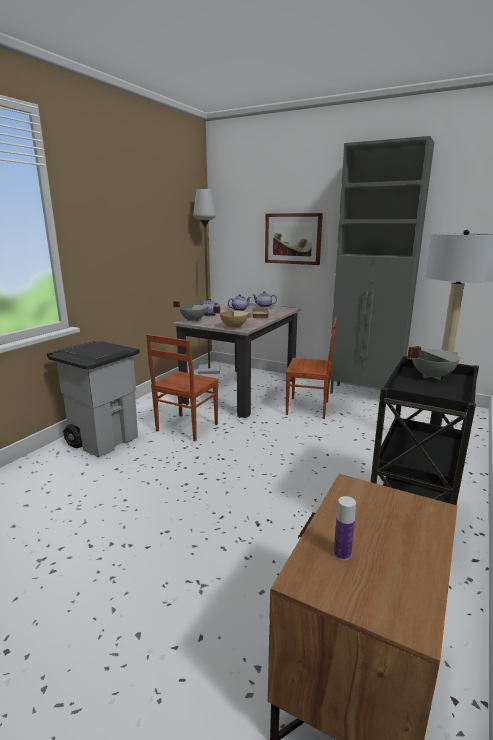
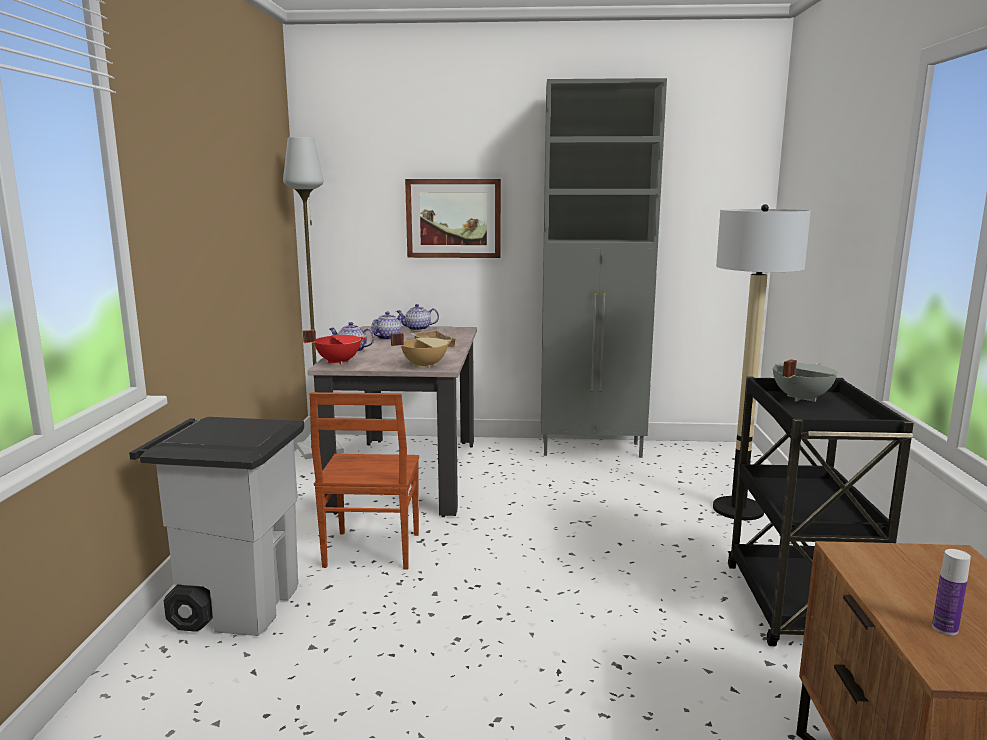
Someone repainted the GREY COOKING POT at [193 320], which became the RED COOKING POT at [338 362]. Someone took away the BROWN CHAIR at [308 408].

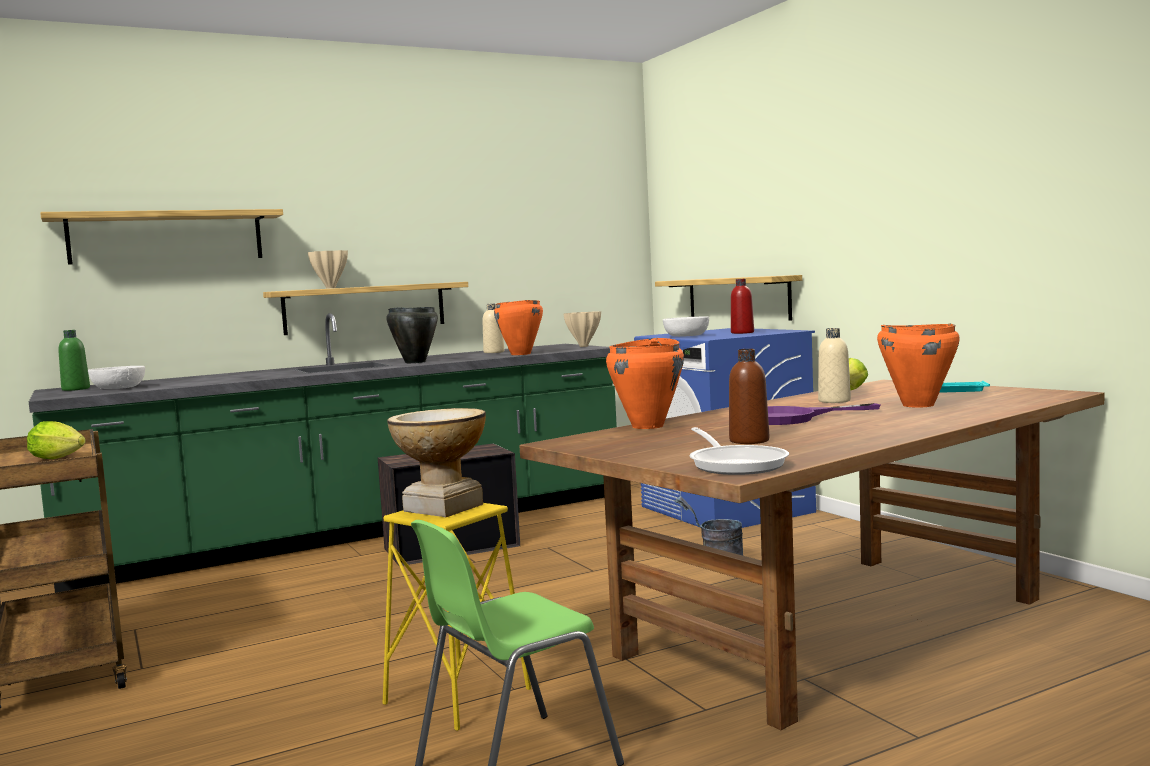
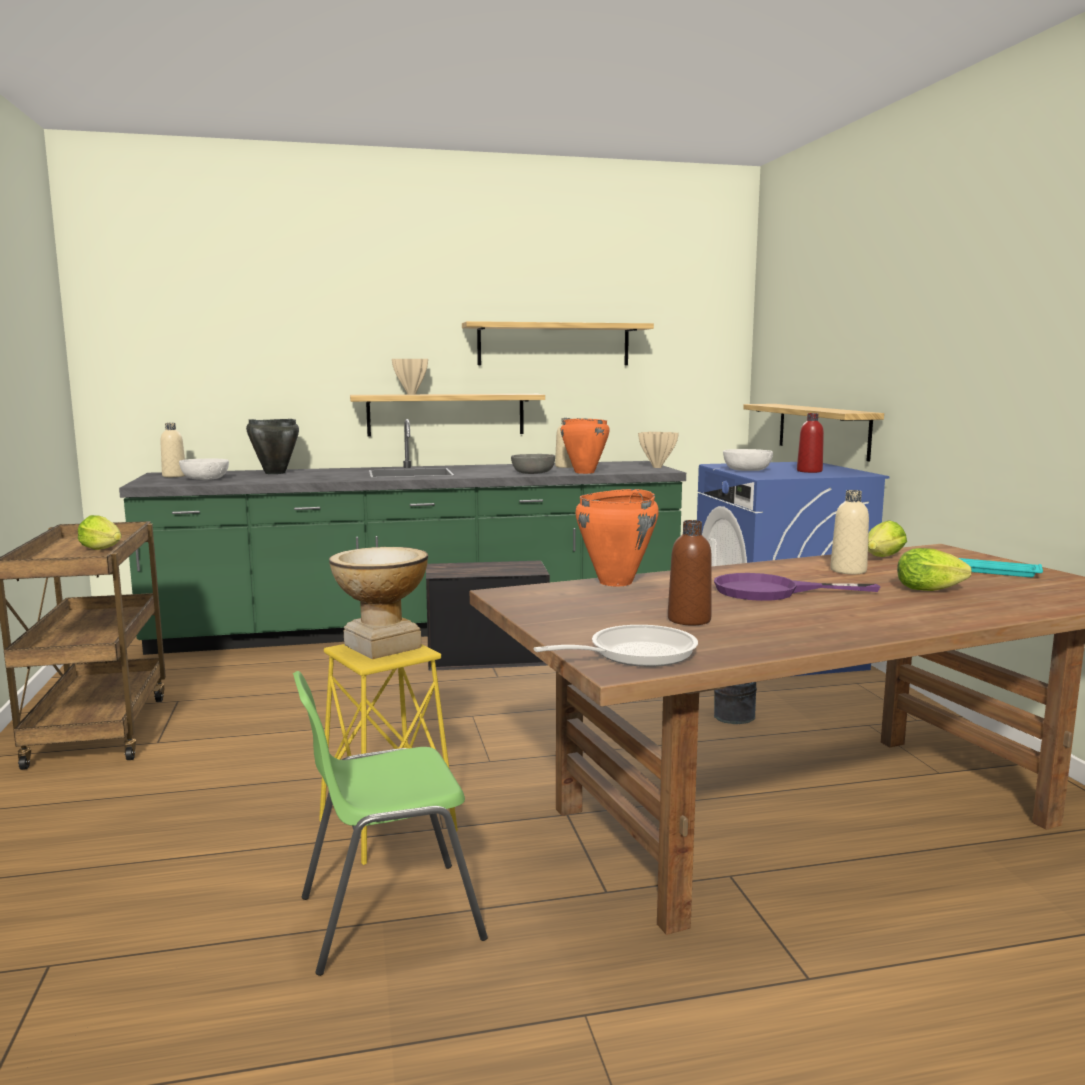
Someone carried the SHELF from [167 237] to [554 344]. Someone carried the BLACK COOKING POT from [414 362] to [274 473]. Someone swapped the ORANGE COOKING POT at [917 405] for the LETTUCE at [932 590]. Someone repainted the GREEN BOTTLE at [76 389], which became the BEIGE BOTTLE at [174 476]. Someone rotated the FRYING PAN at [735 464] by 120 degrees counterclockwise. Someone put down the GREY BOWL at [532 473].

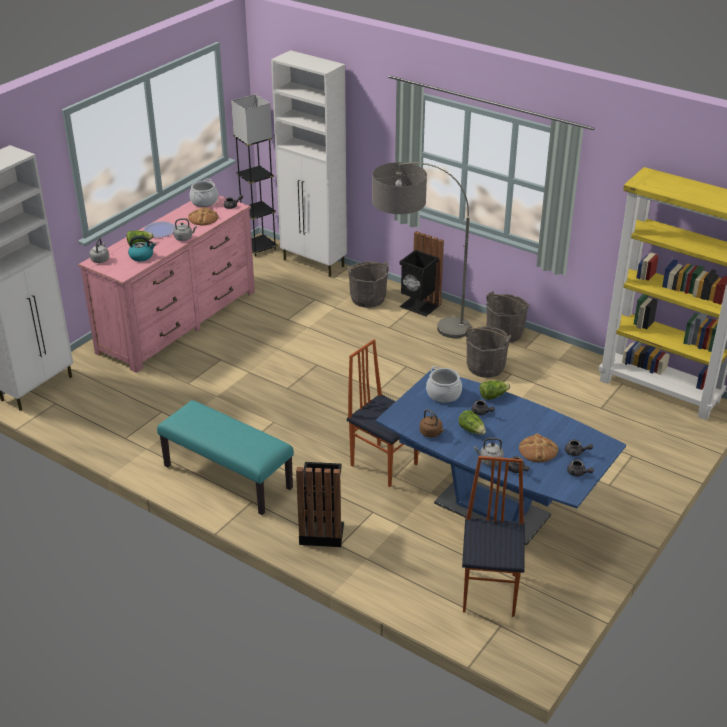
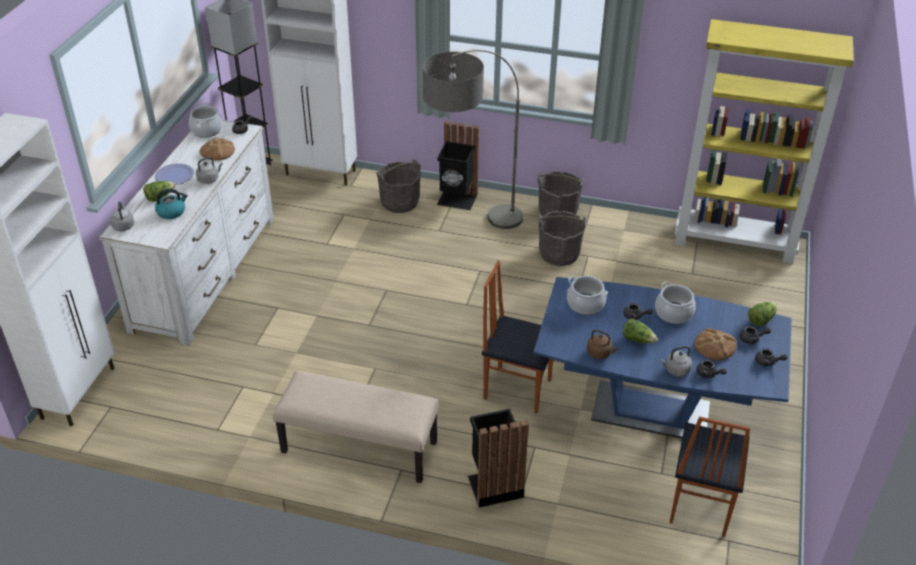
Someone repainted the PINK DRESSER at [178 321], which became the WHITE DRESSER at [205 272]. Someone carried the LETTUCE from [493 395] to [761 319]. Someone repainted the TURQUOISE BENCH at [227 477], which became the BEIGE BENCH at [358 448]. Someone rotated the CHAIR at [490 592] by 150 degrees counterclockwise. Someone put down the COOKING POT at [673 313].

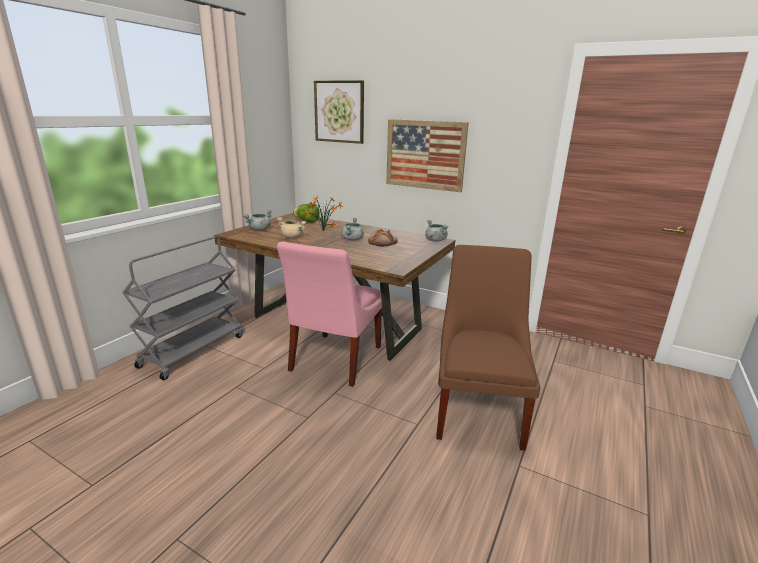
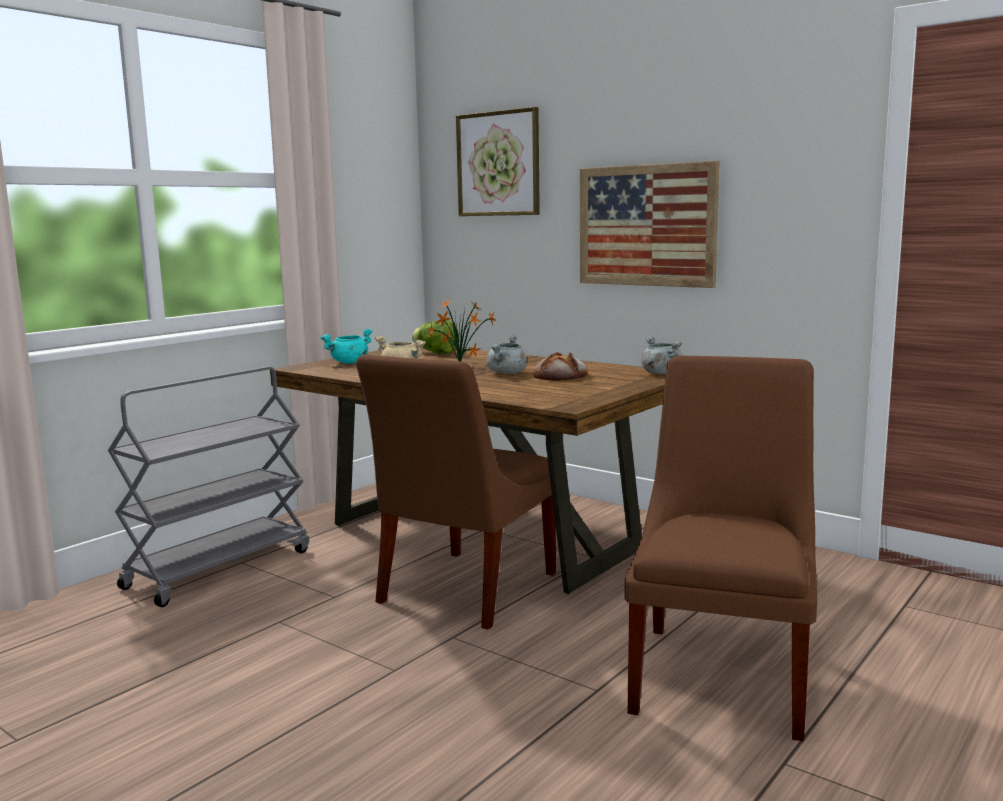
Someone repainted the GREY COOKING POT at [260 229], which became the TURQUOISE COOKING POT at [349 363]. Someone repainted the PINK CHAIR at [334 360], which became the BROWN CHAIR at [463 590].

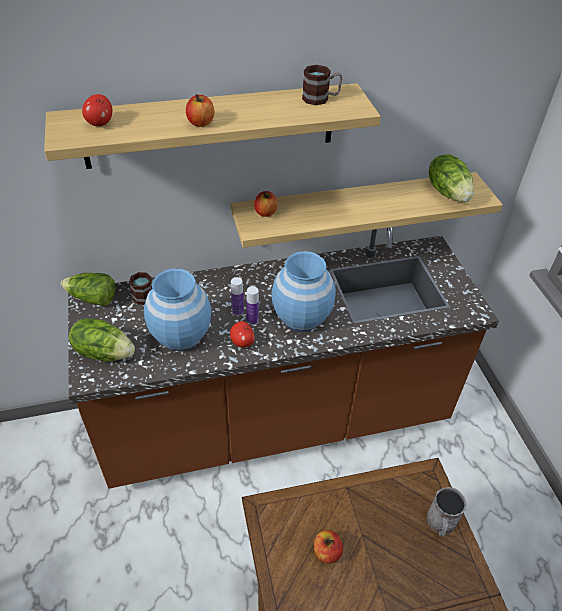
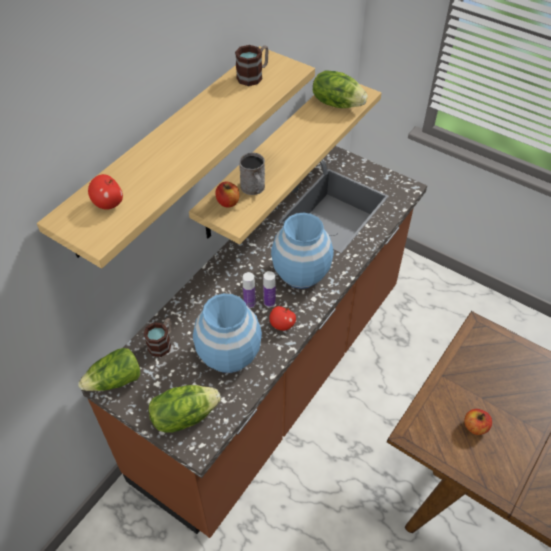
Someone took away the APPLE at [201 123]. Someone carried the GREY MUG from [441 524] to [254 189].

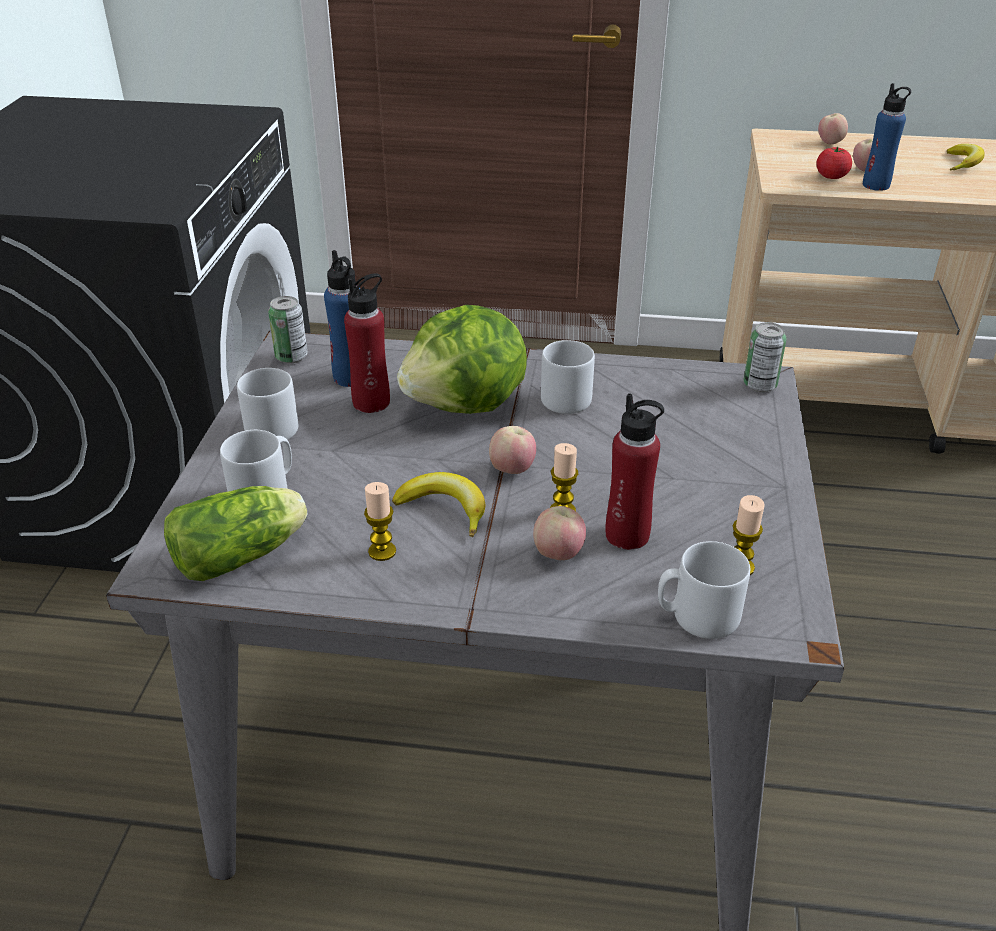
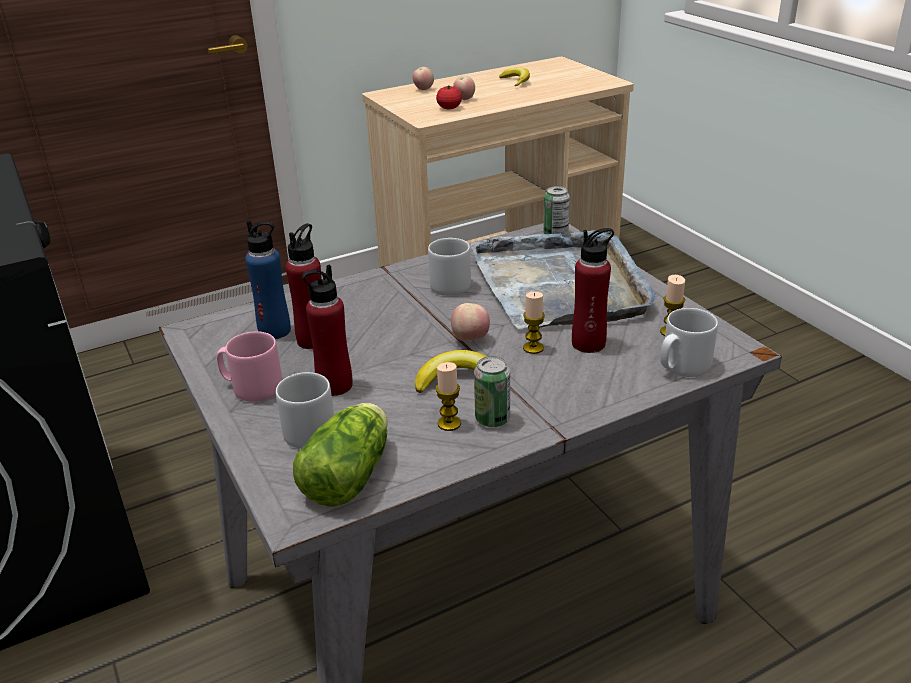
Someone took away the BLUE BOTTLE at [876 185]. Someone carried the CAN from [291 357] to [492 419]. Someone took away the LETTUCE at [467 406]. Someone repainted the GREY MUG at [268 427], which became the PINK MUG at [252 388]. Someone took away the APPLE at [558 554]. Someone put down the GREY TRAY at [561 284]. Someone put down the RED BOTTLE at [334 385].

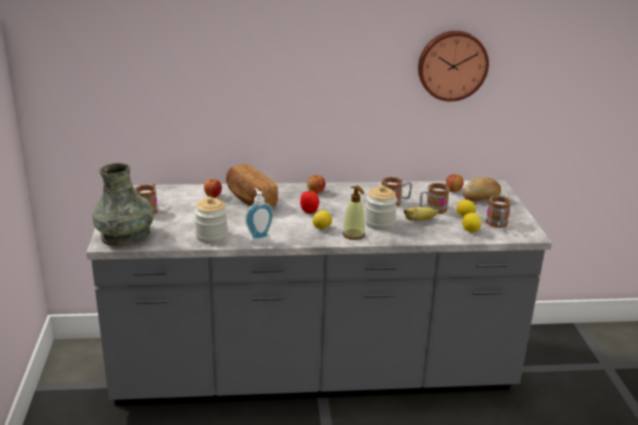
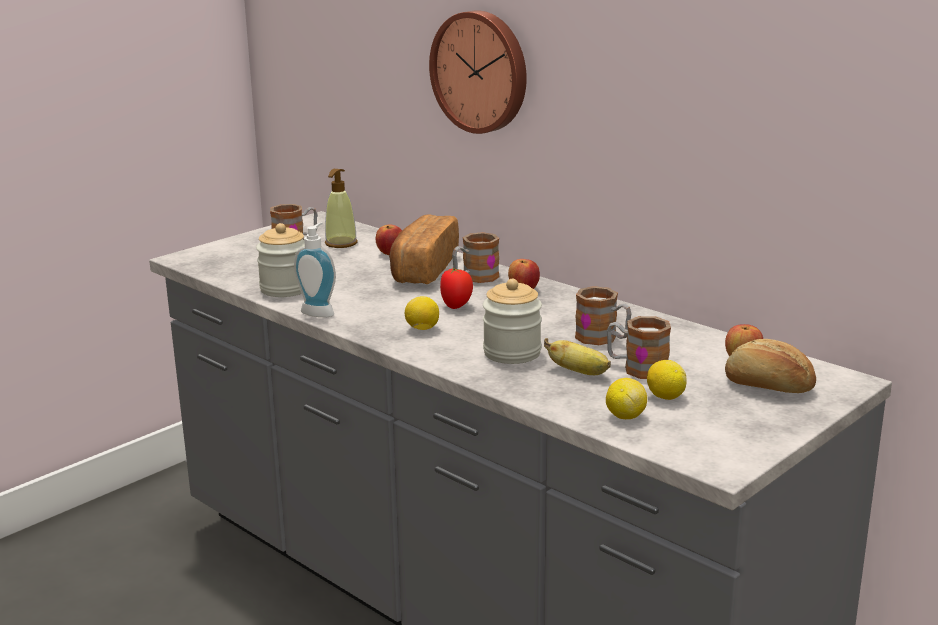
Someone carried the WALL CLOCK from [452 65] to [481 71]. Someone took away the GREY VASE at [125 235]. Someone carried the SOAP DISPENSER from [353 235] to [341 243]. Someone carried the MUG from [497 225] to [474 278].

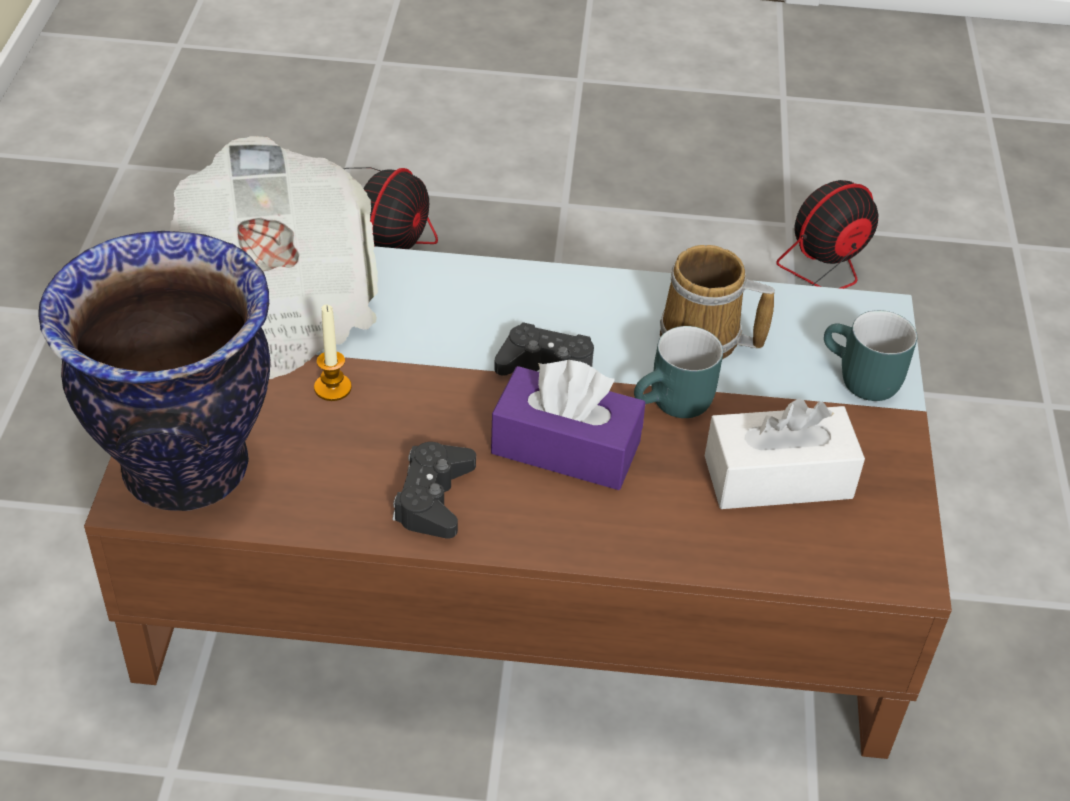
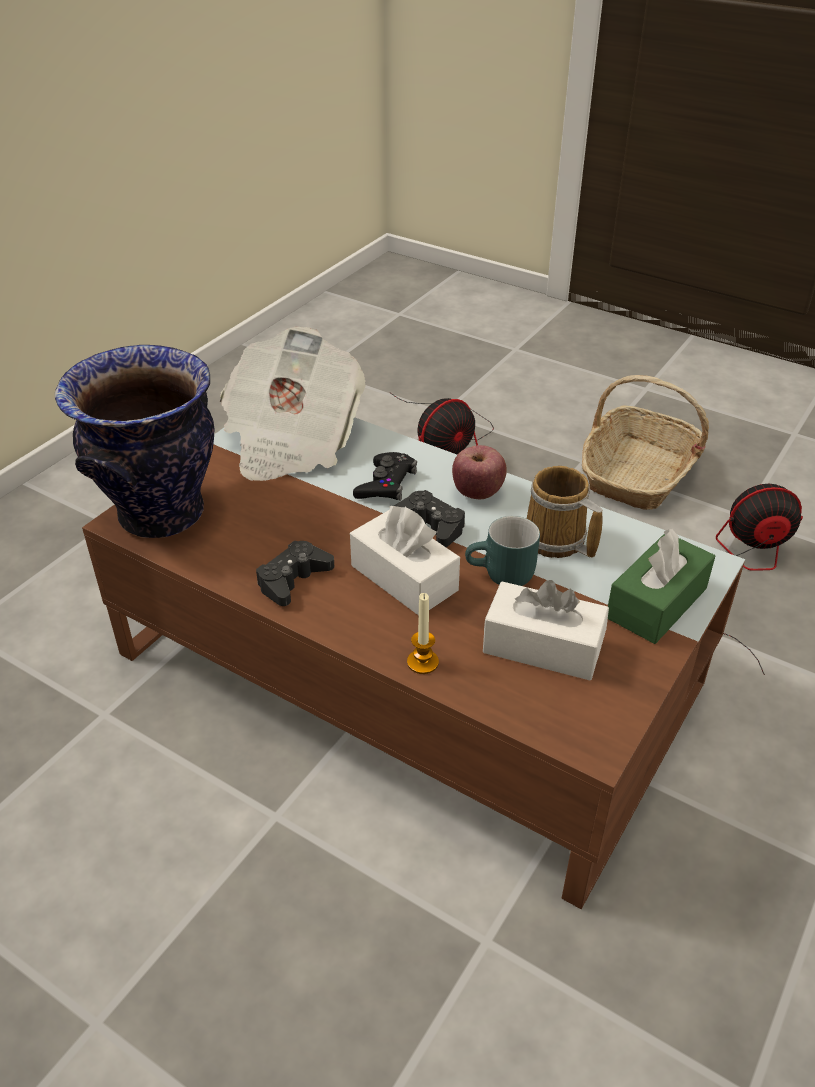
Someone carried the CANDLE from [332 388] to [422 662]. Someone swapped the TURQUOISE MUG at [859 380] for the GREEN TISSUE BOX at [656 603]. Someone repainted the PURPLE TISSUE BOX at [565 447], which became the WHITE TISSUE BOX at [404 578]. Someone put down the BASKET at [638 474]. Someone put down the APPLE at [478 493]. Someone put down the BLACK GAME CONTROLLER at [386 484].

